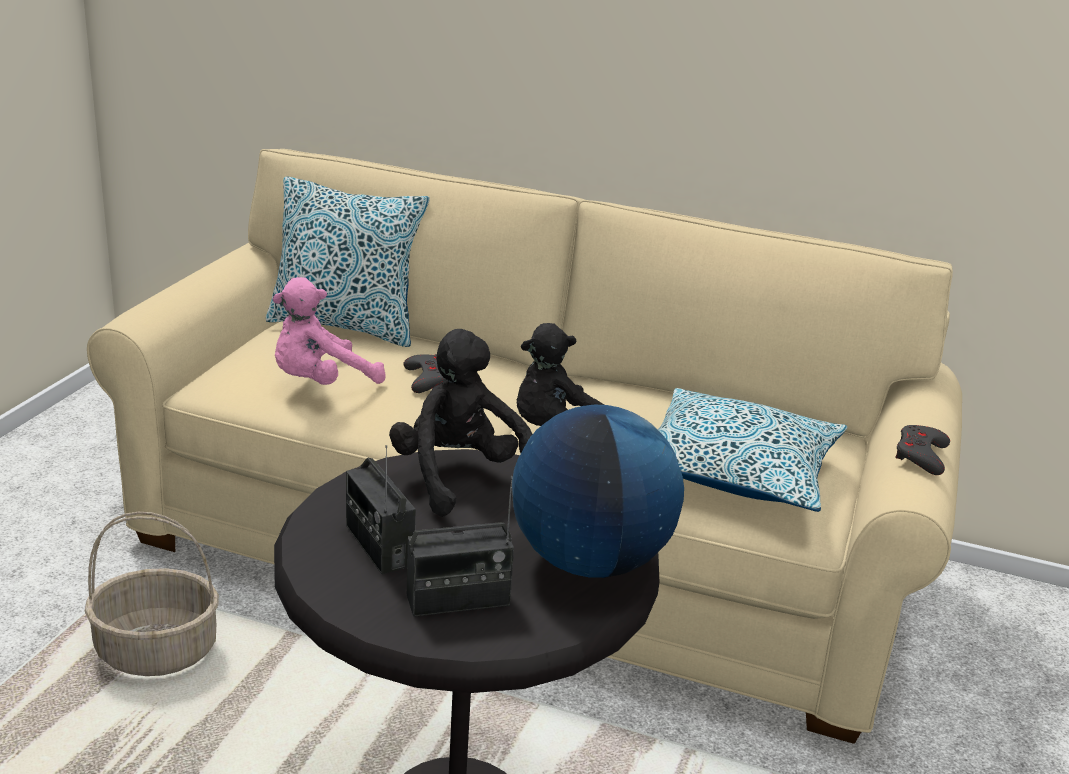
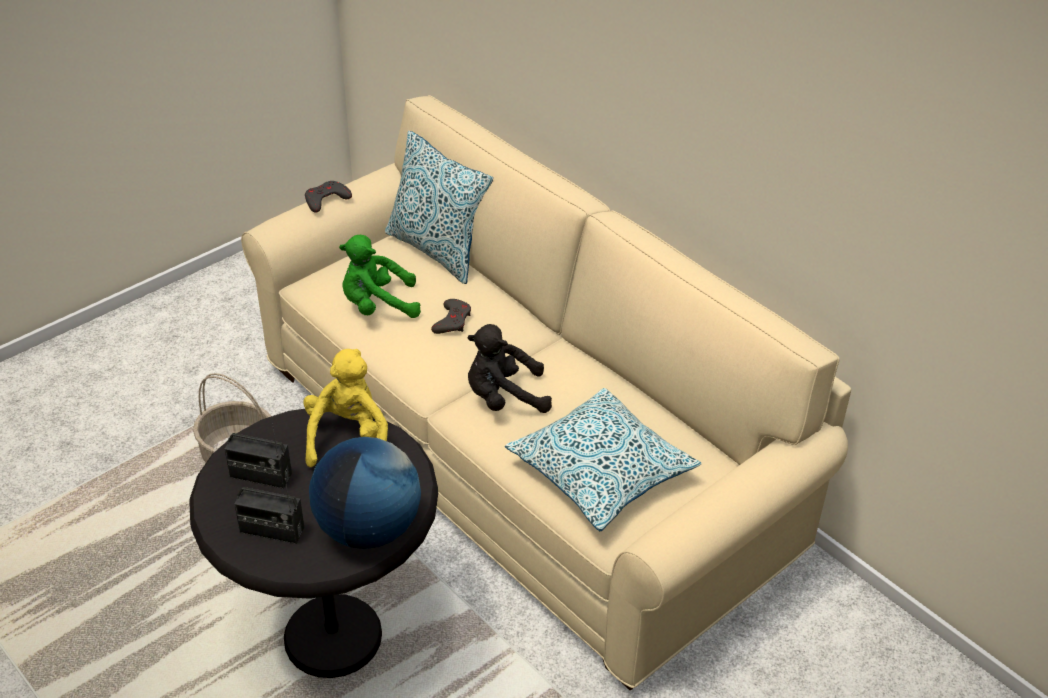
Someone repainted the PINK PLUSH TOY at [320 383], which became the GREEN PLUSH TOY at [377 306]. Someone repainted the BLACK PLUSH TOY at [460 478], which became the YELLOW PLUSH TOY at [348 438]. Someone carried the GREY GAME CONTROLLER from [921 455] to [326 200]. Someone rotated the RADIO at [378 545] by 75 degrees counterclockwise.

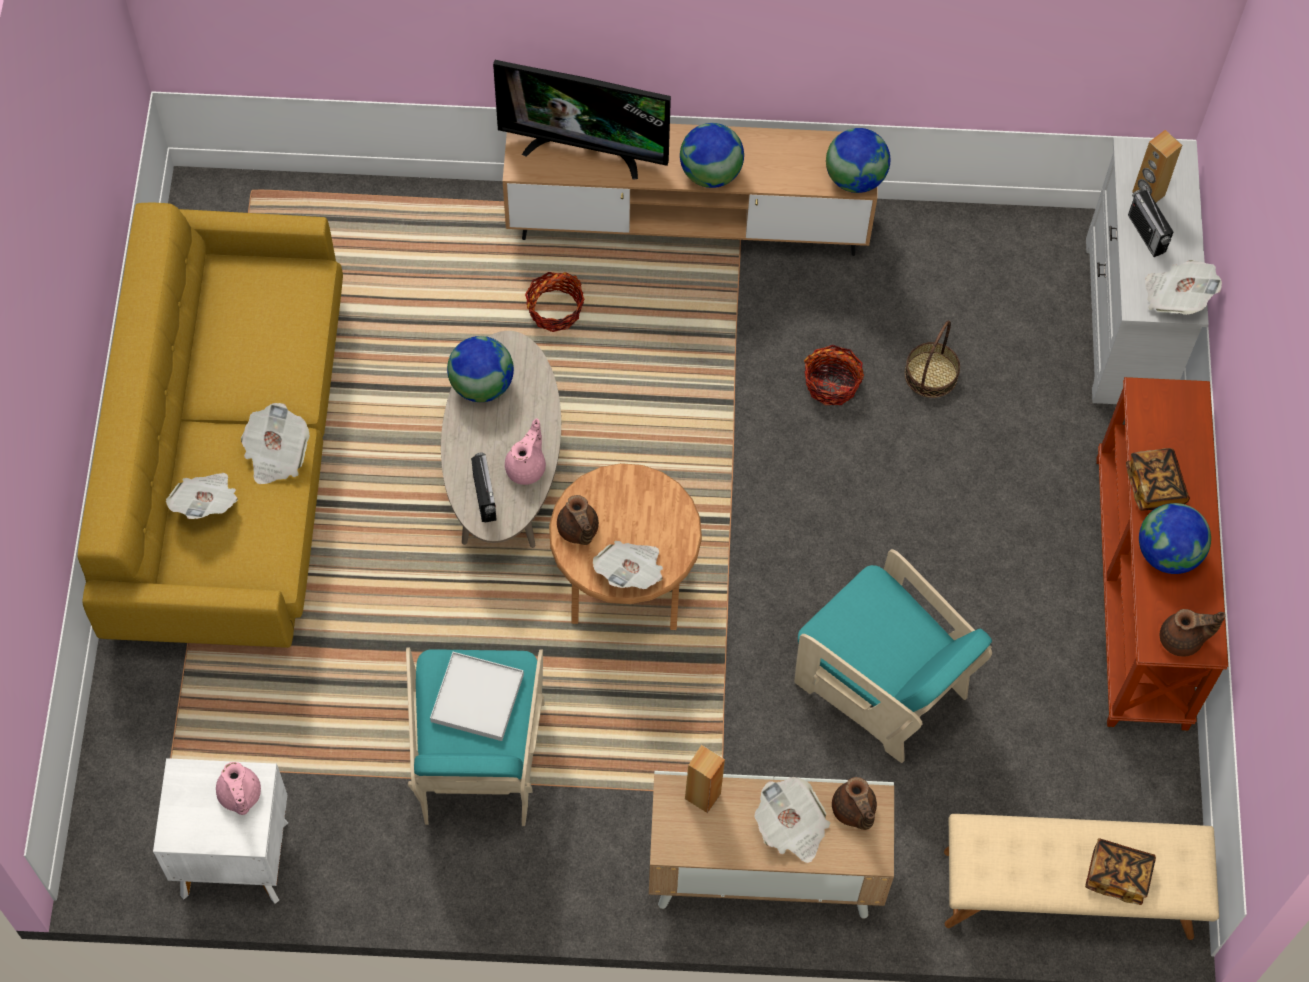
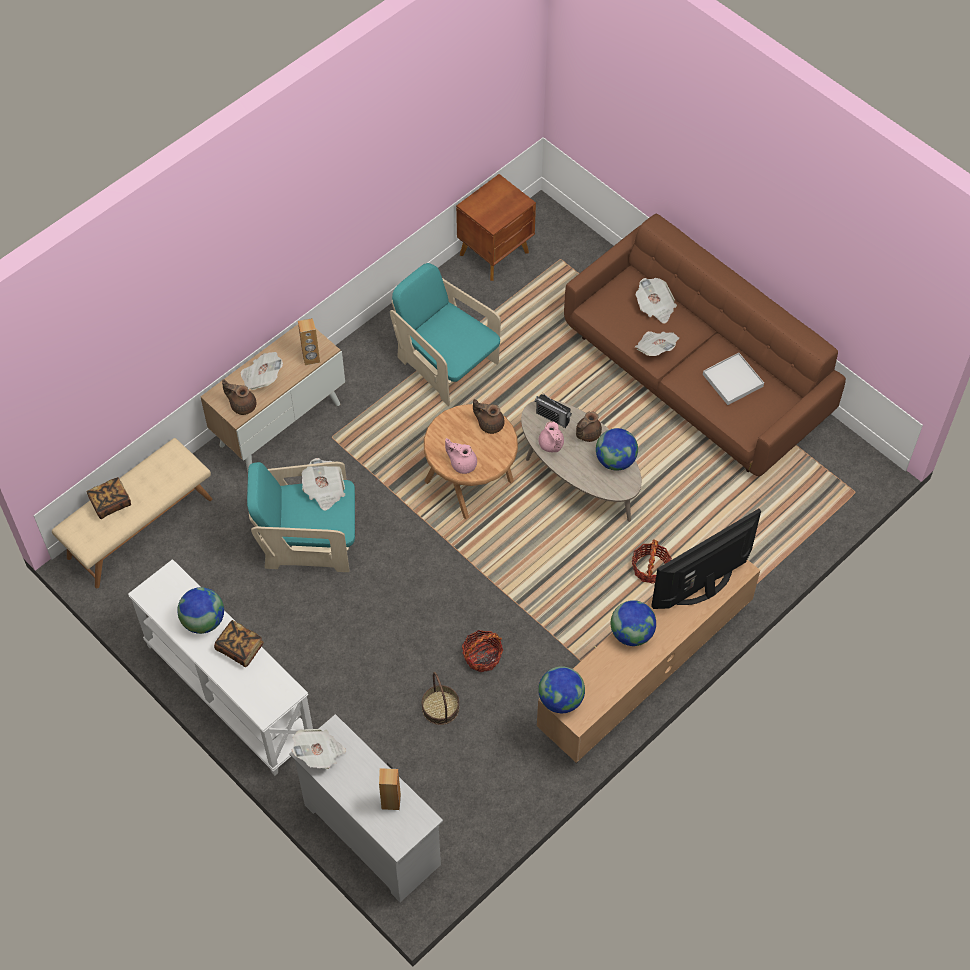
Someone took away the RADIO at [1146 234]. Someone repainted the YELLOW SOFA at [231 461], which became the BROWN SOFA at [694 377]. Someone repainted the BROWN CONSOLE TABLE at [1143 591], which became the WHITE CONSOLE TABLE at [228 693]. Someone carried the NEWSPAPER from [631 572] to [324 490]. Someone carried the BROWN TEAPOT from [1182 639] to [587 434]. Someone carried the WHITE TRAY from [477 698] to [732 380]. Someone repainted the WHITE NIGHTSTAND at [233 856], which became the BROWN NIGHTSTAND at [495 253]. Someone carried the PINK TEAPOT from [240 796] to [462 463].

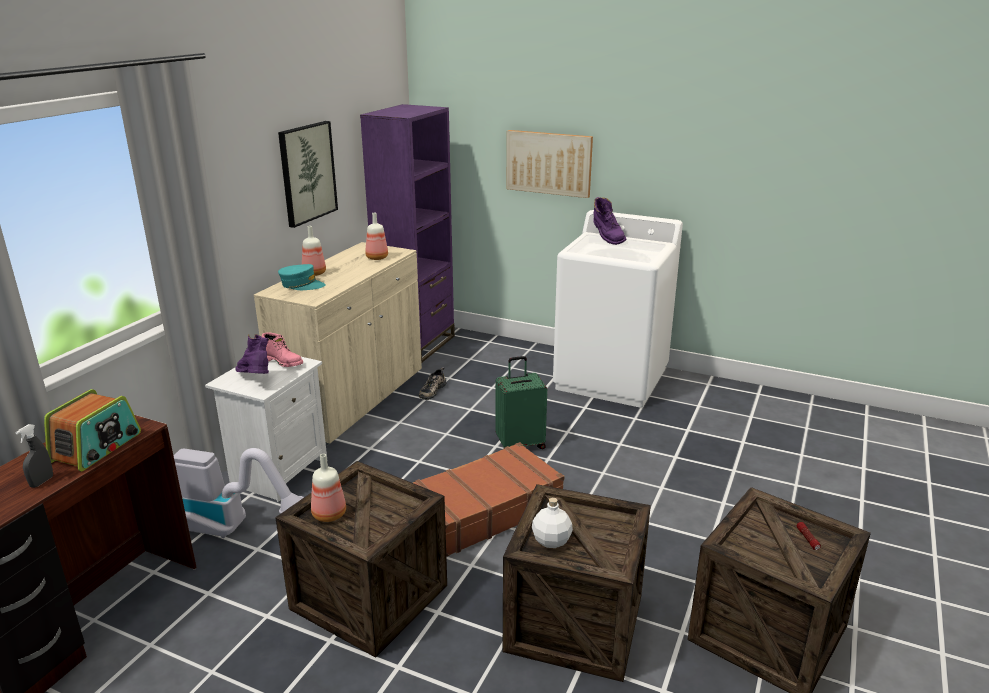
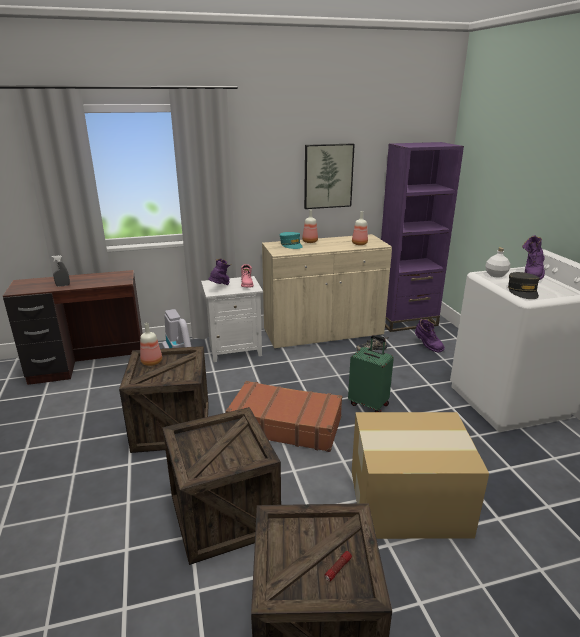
Someone took away the PICTURE at [549 163]. Someone took away the RADIO at [97 447]. Someone carried the WHITE BOTTLE from [552 540] to [496 275]. Someone put down the GREY CAP at [522 291]. Someone put down the PURPLE BOOT at [427 346]. Someone put down the CARDBOARD BOX at [410 502].

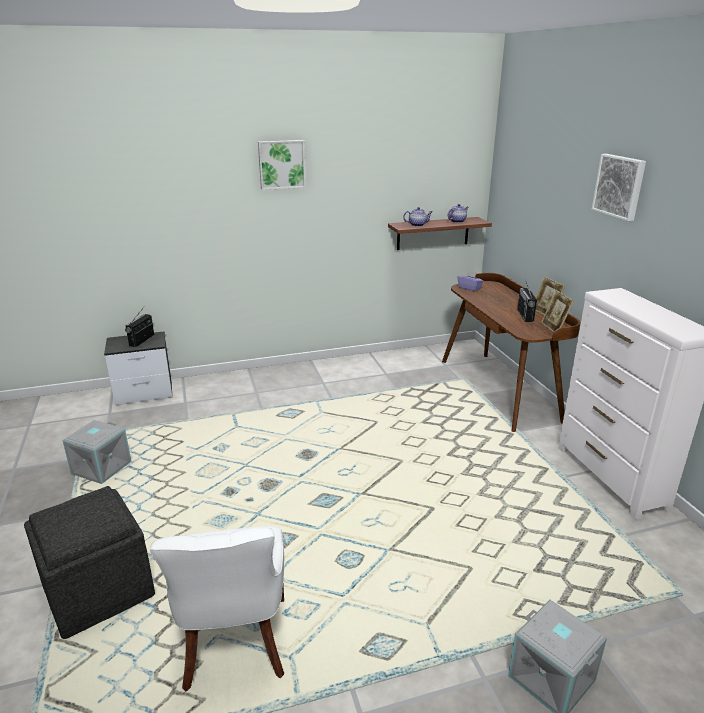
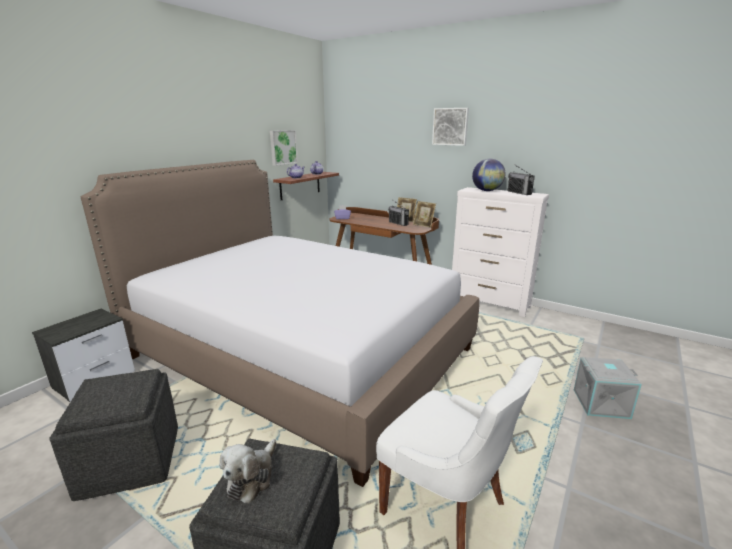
Someone carried the PICTURE from [281 164] to [282 147]. Someone carried the RADIO from [142 340] to [519 193]. Someone swapped the GREY STORAGE BOX at [101 468] for the GREY OTTOMAN at [130 460]. Someone put down the GLOBE at [487 191]. Someone put down the BED at [300 353]. Someone put down the PLUSH TOY at [252 477].

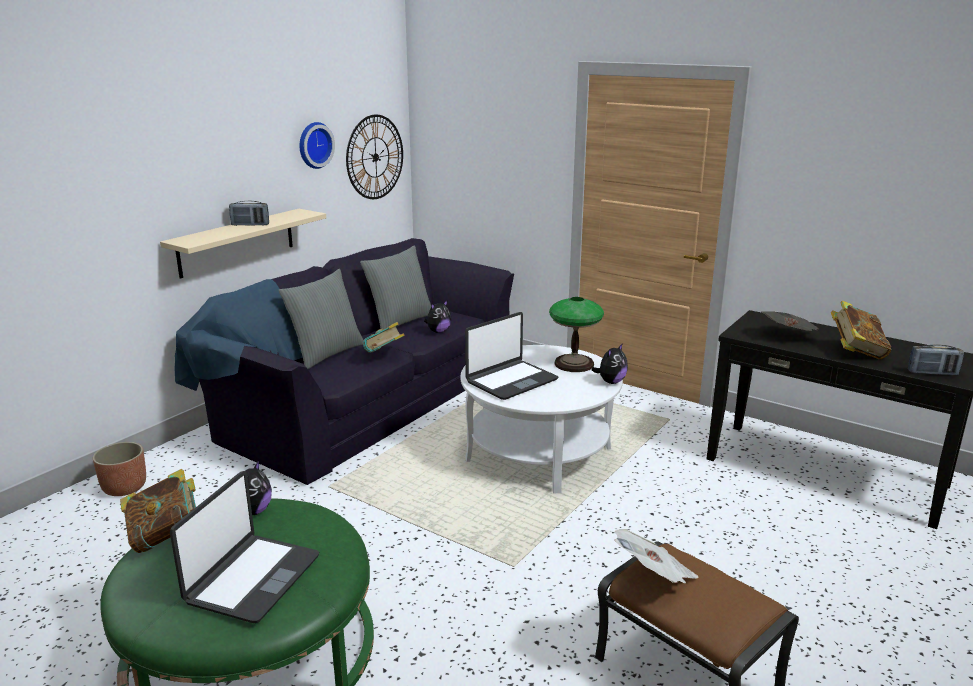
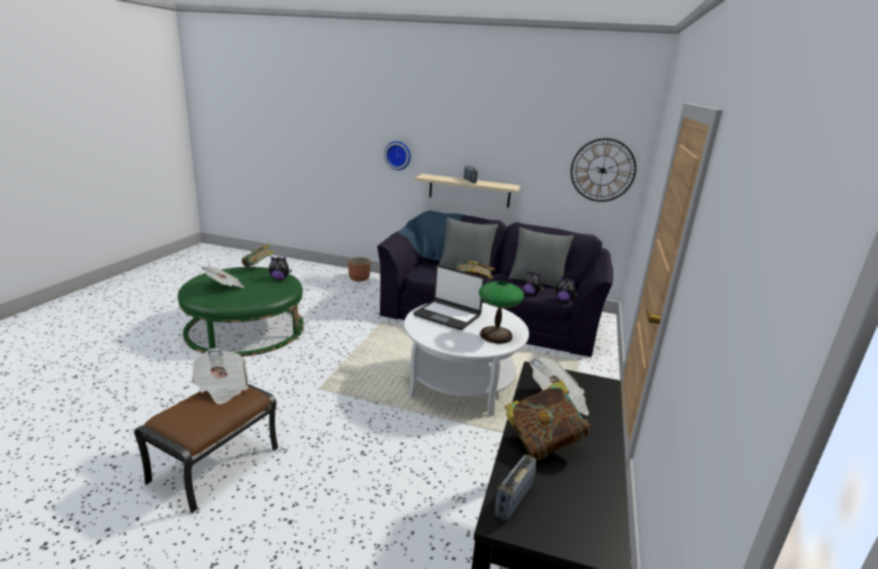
Someone carried the WALL CLOCK from [314 145] to [398 155]. Someone carried the PLUSH TOY from [611 382] to [564 300]. Someone rotated the RADIO at [932 373] by 45 degrees clockwise. Someone swapped the LAPTOP at [252 579] for the NEWSPAPER at [224 286].

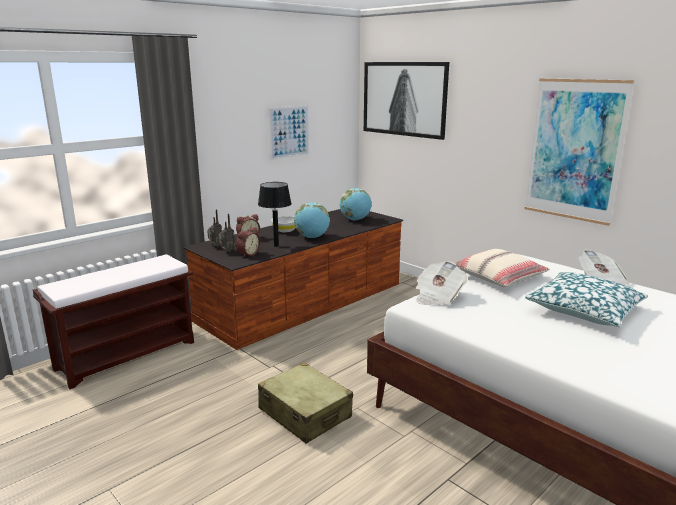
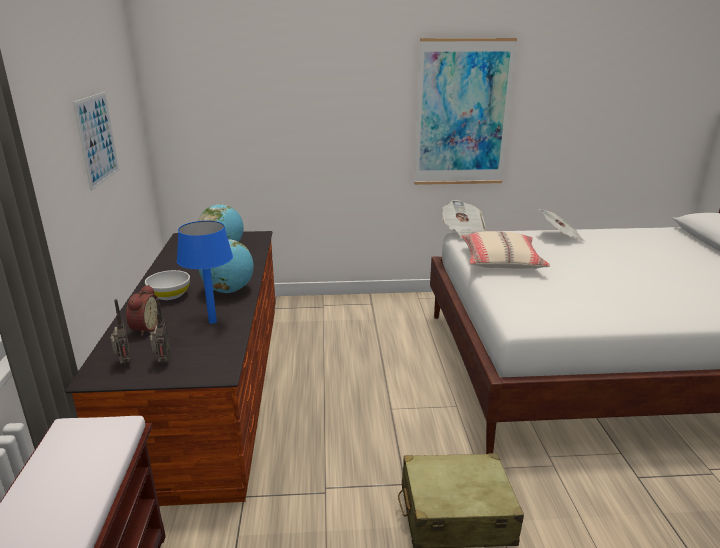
Someone took away the PICTURE at [404 99]. Someone repainted the BLACK TABLE LAMP at [276 246], which became the BLUE TABLE LAMP at [213 321]. Someone took away the ALARM CLOCK at [247 254]. Someone carried the NEWSPAPER from [437 297] to [463 231]. Someone took away the PILLOW at [584 310].

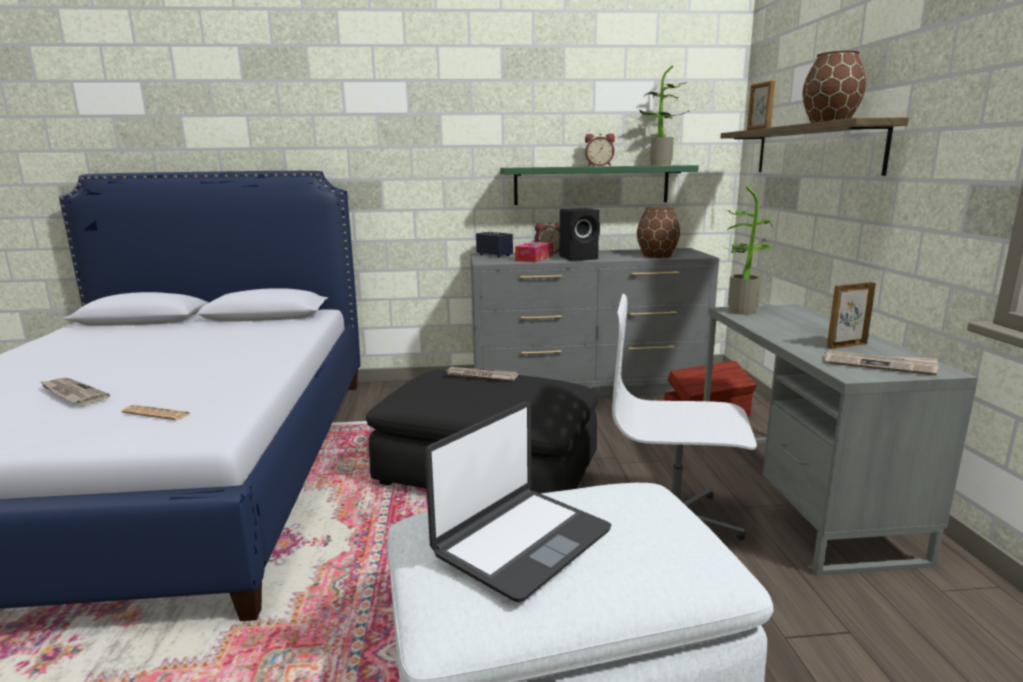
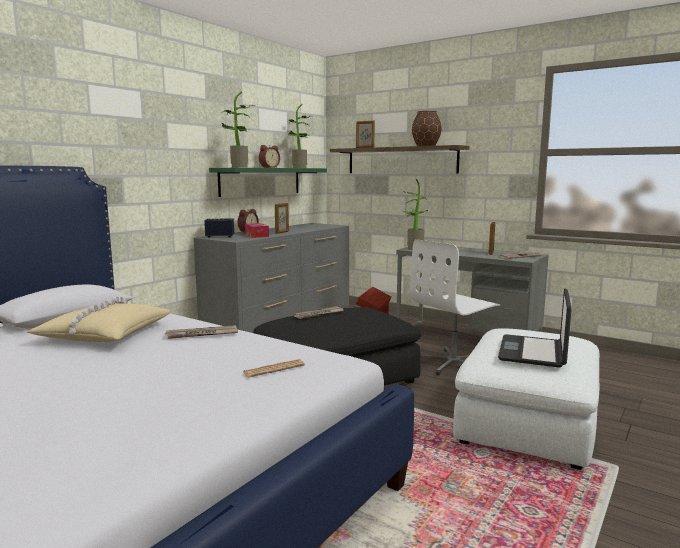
Someone took away the BROWN VASE at [657 256]. Someone swapped the BLACK SPEAKER at [580 258] for the PICTURE FRAME at [282 232]. Someone carried the NEWSPAPER from [72 393] to [202 334]. Someone rotated the LAPTOP at [521 541] by 150 degrees counterclockwise. Someone put down the POTTED PLANT at [239 167]. Someone put down the BEIGE PILLOW at [104 334].

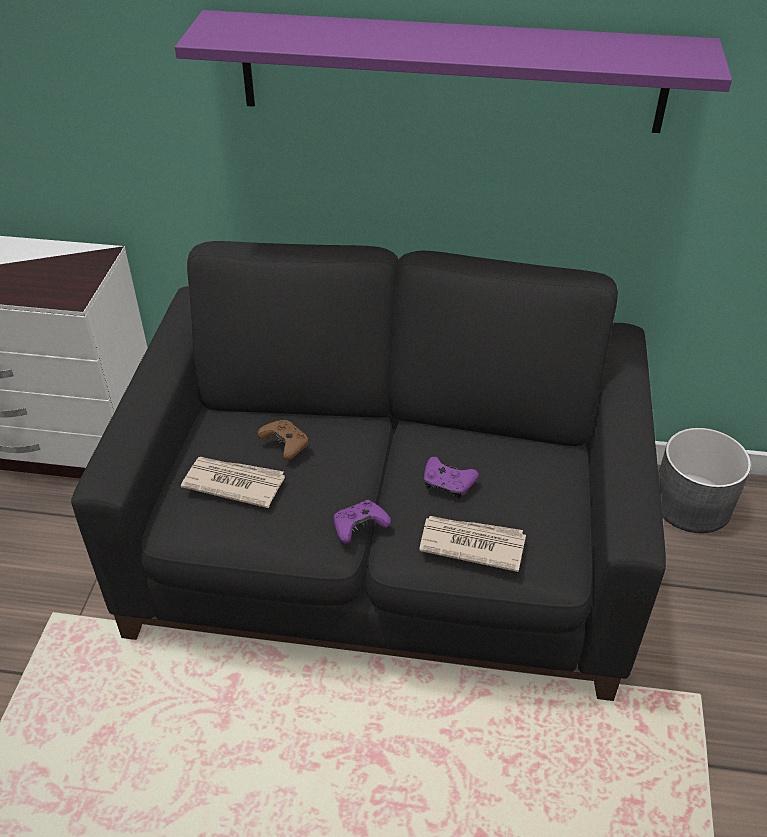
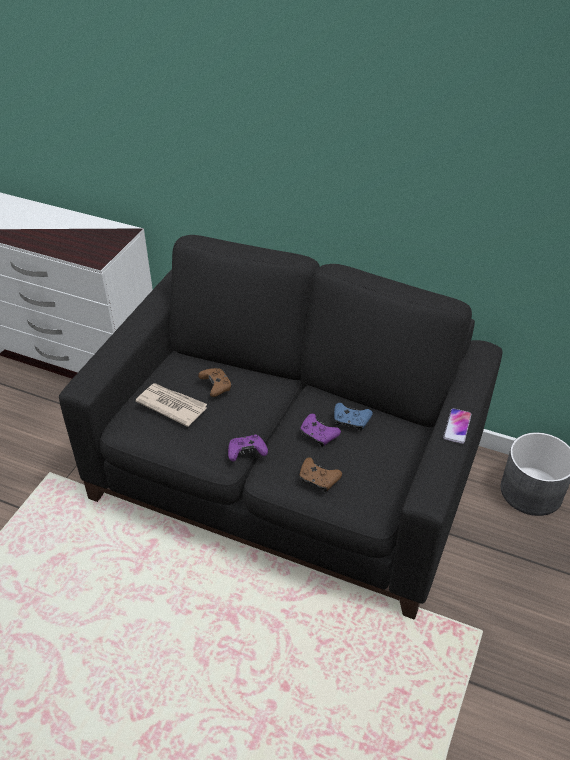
Someone took away the PURPLE SHELF at [451 72]. Someone swapped the NEWSPAPER at [471 544] for the BROWN GAME CONTROLLER at [318 479]. Someone put down the BLUE GAME CONTROLLER at [351 421]. Someone put down the PHONE at [457 426].

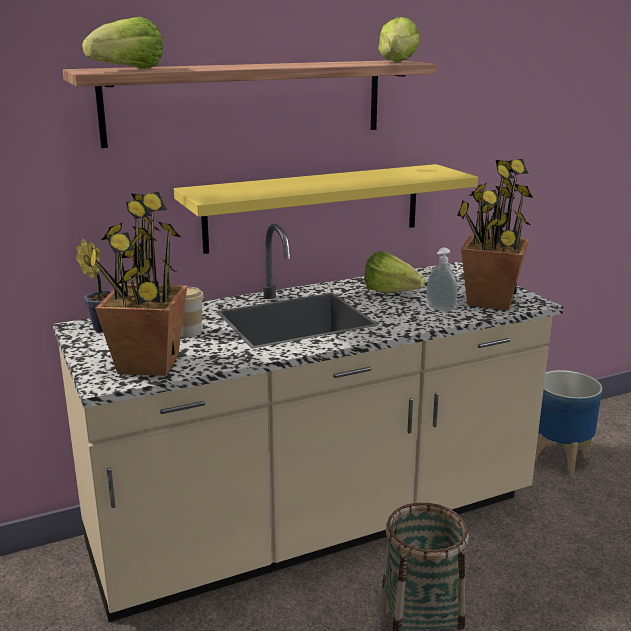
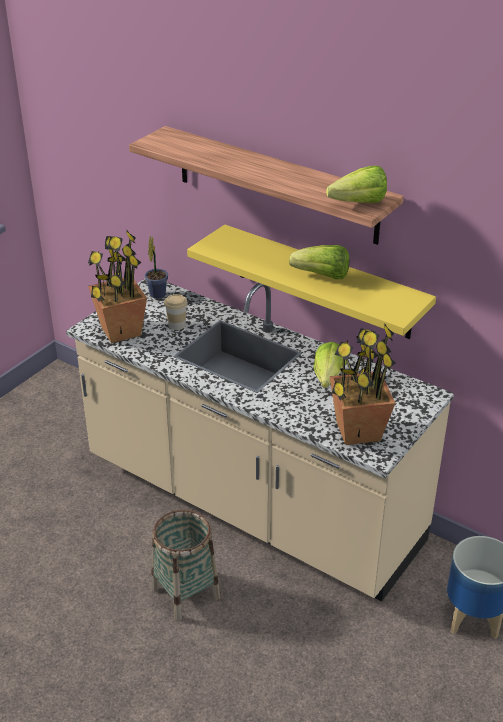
Someone carried the LETTUCE from [129 69] to [322 276]. Someone took away the SOAP DISPENSER at [439 309].

